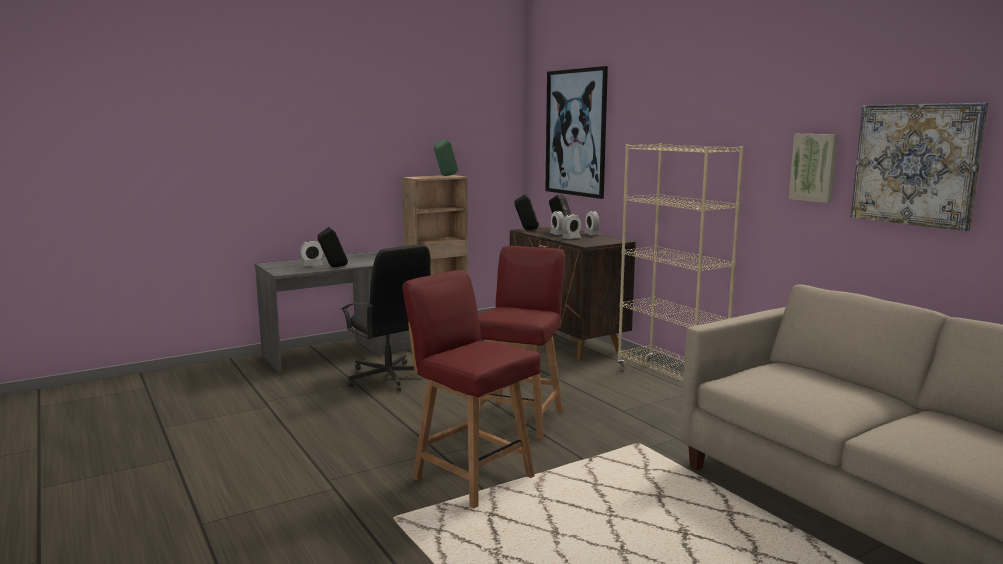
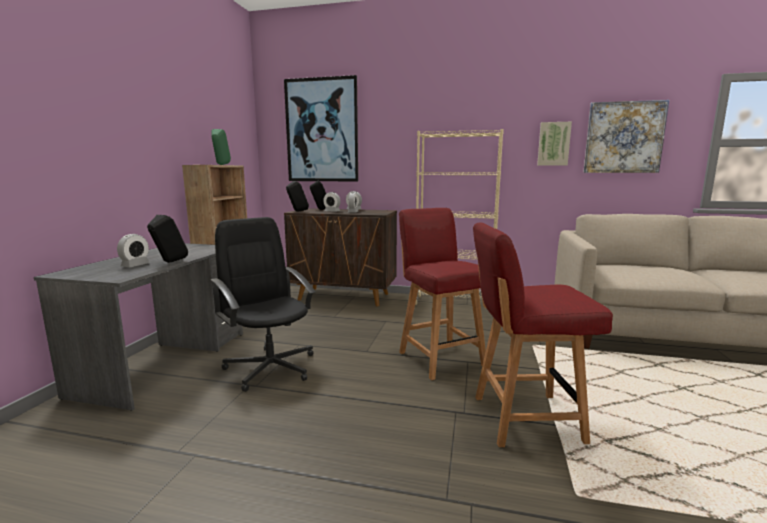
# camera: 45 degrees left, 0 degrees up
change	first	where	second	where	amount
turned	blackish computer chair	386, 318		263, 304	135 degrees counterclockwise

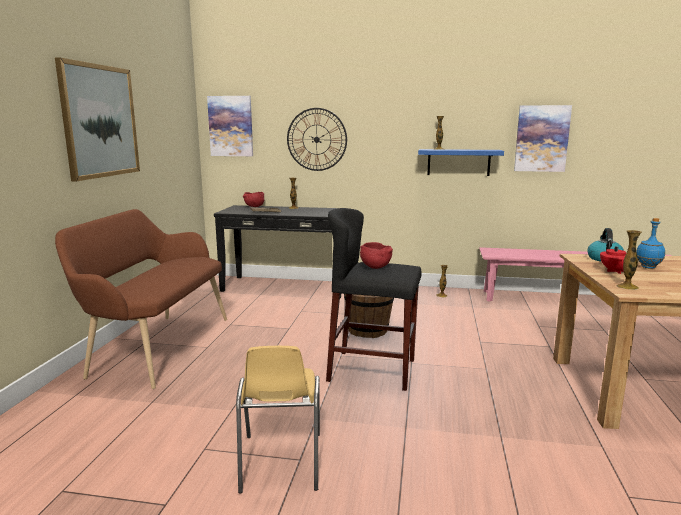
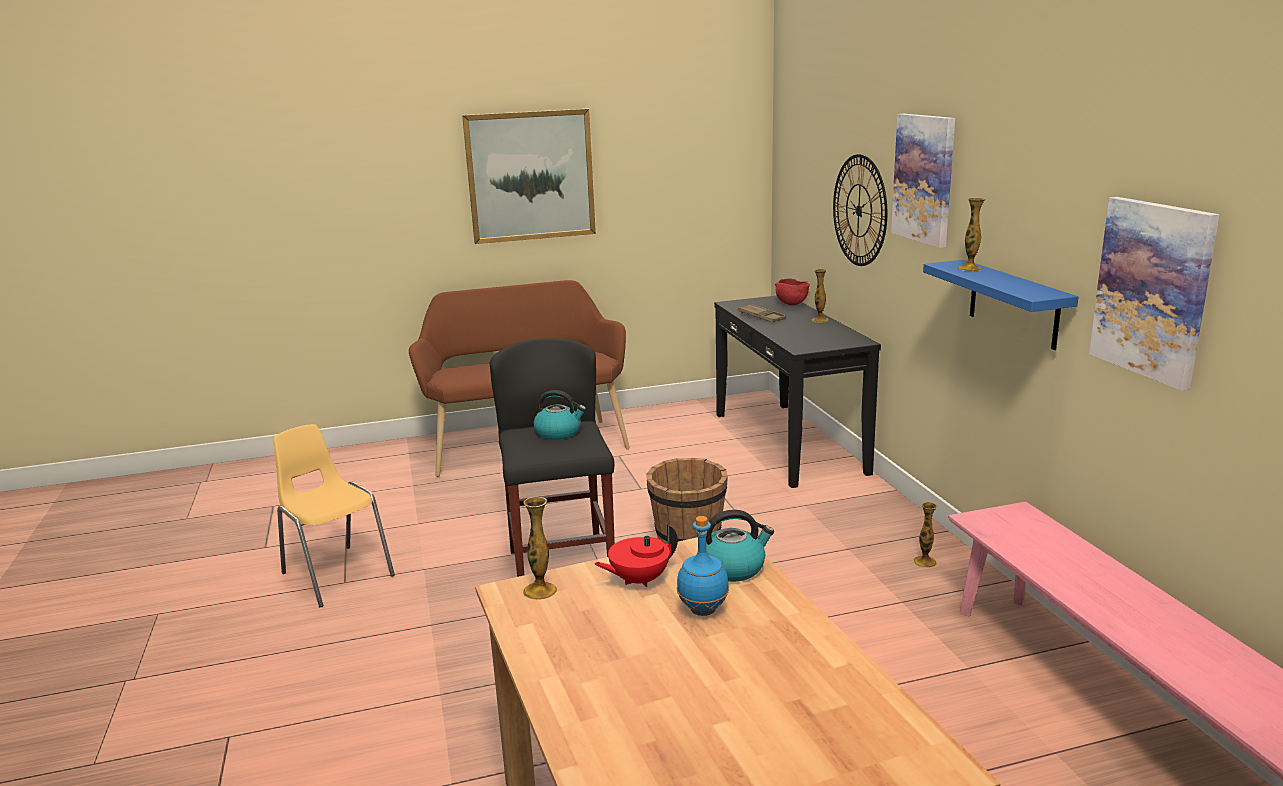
# camera: 65 degrees right, 5 degrees up
change	first	where	second	where	amount
moved	wall picture	230, 126		923, 181	
turned	yellow upright chair	278, 420		334, 515	75 degrees clockwise
replaced	red deep dish	376, 255	tea kettle	560, 415	

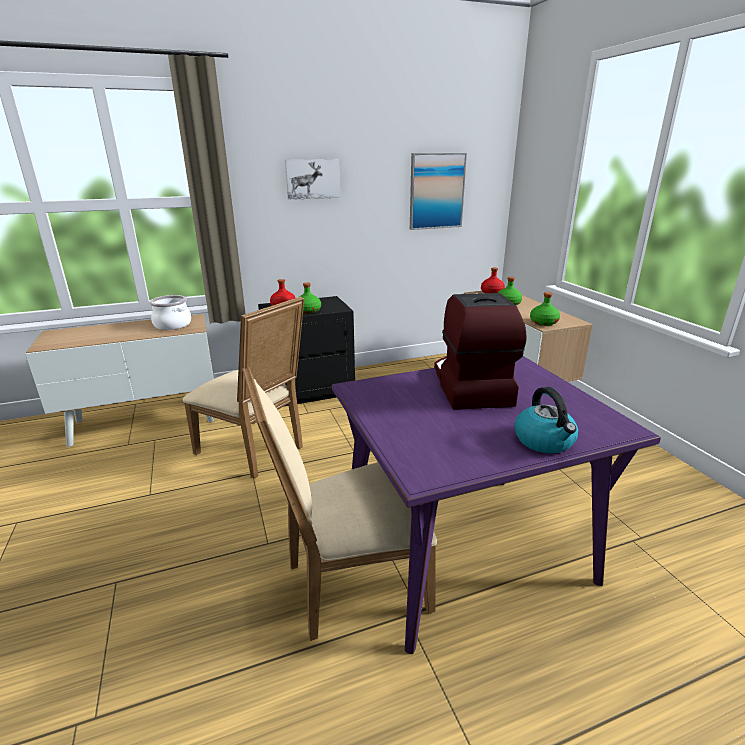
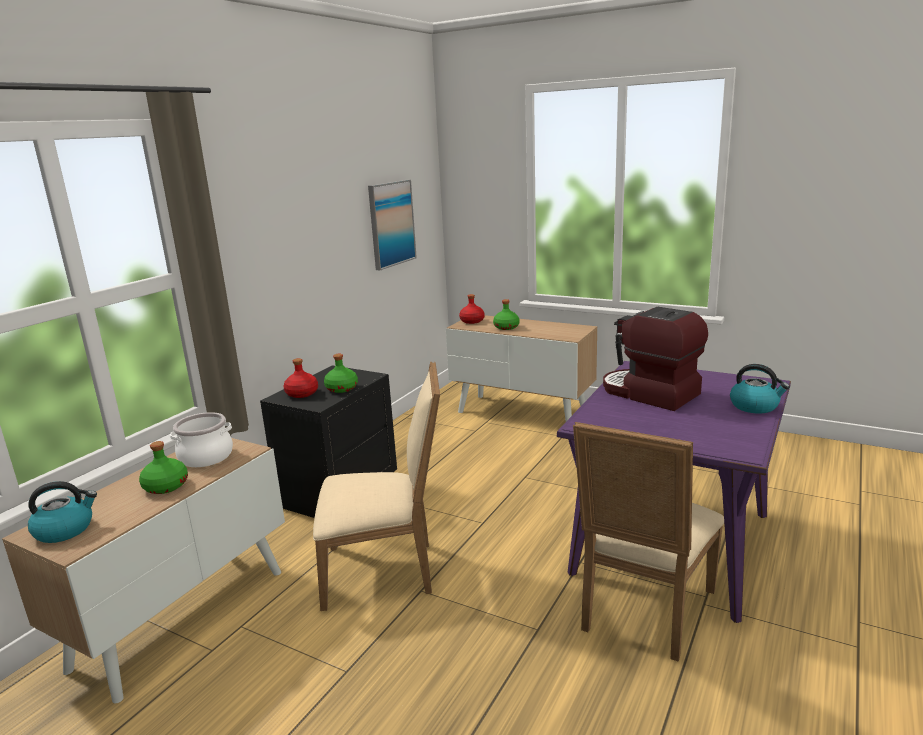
# camera: 40 degrees left, 5 degrees down
change	first	where	second	where	amount
removed	wall picture	312, 179			
moved	green bottle	545, 309		163, 467	
added			tea kettle	62, 512	

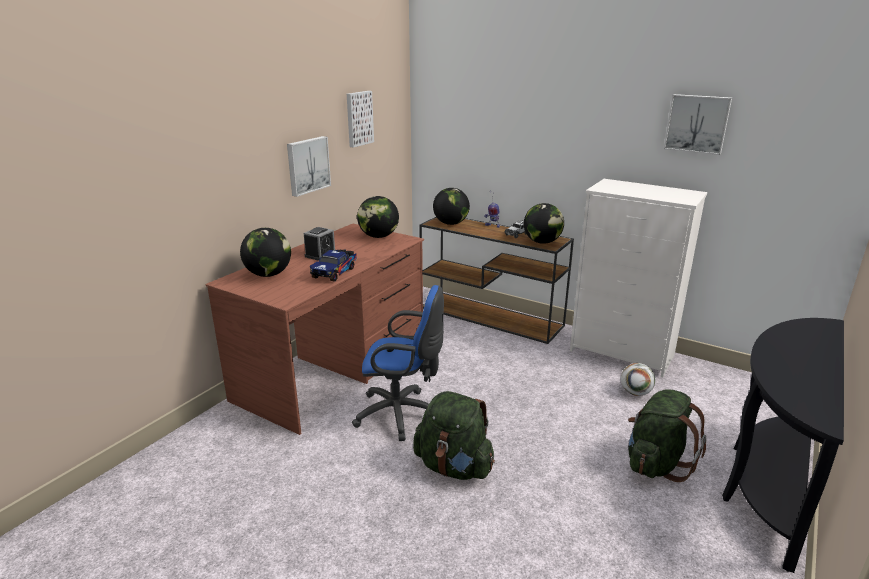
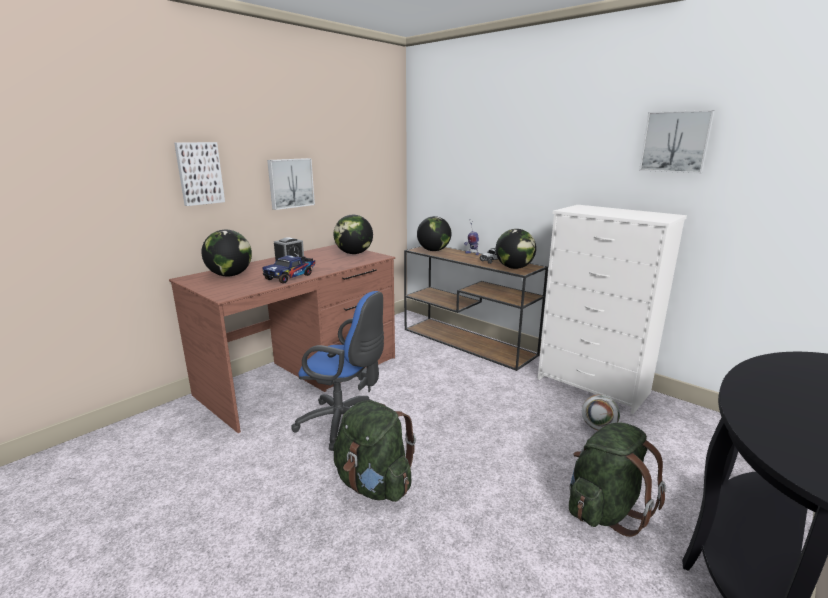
# camera: 10 degrees right, 5 degrees down
change	first	where	second	where	amount
moved	wall picture	360, 119		199, 174	

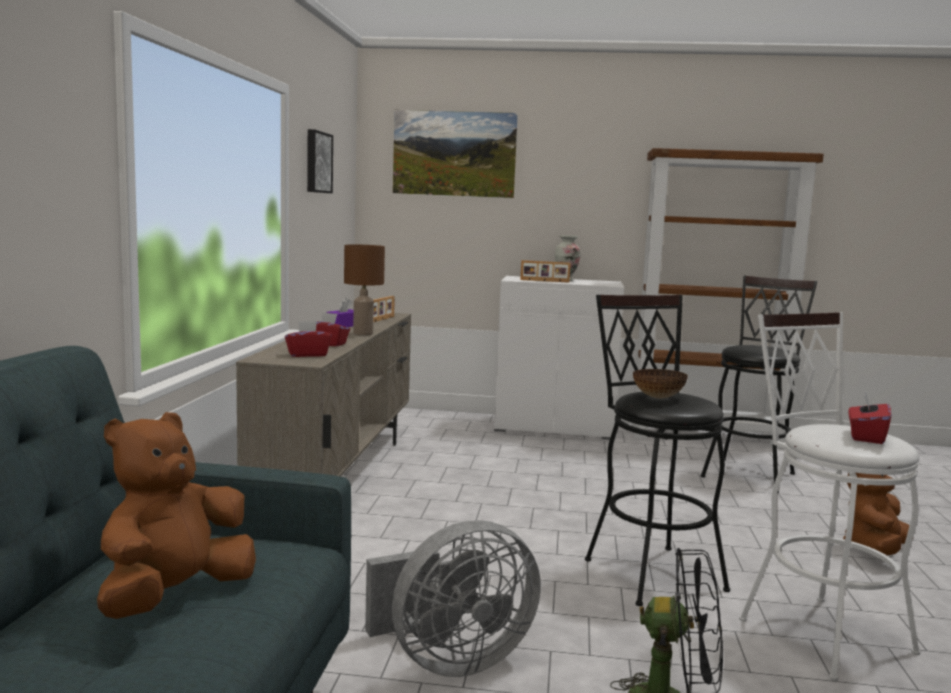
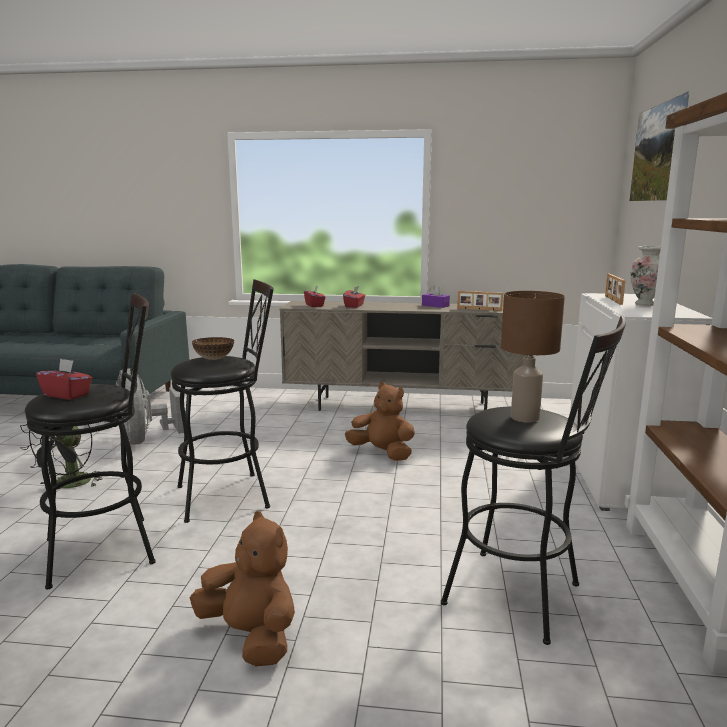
# camera: 90 degrees right, 5 degrees up
change	first	where	second	where	amount
moved	brown-coloured plush toy	176, 515		380, 421	
removed	wall picture	320, 161			
moved	brown-coloured table lamp	364, 289		533, 357	
recoloured	white stool seat	829, 496	blackish stool seat	90, 441	

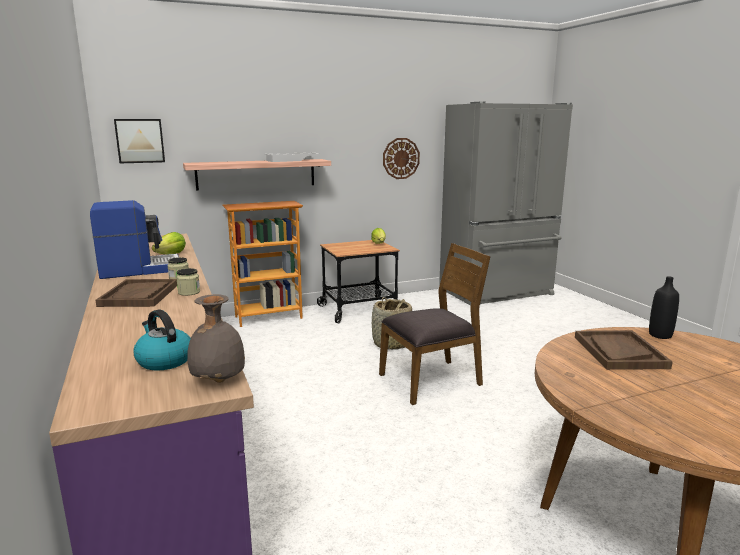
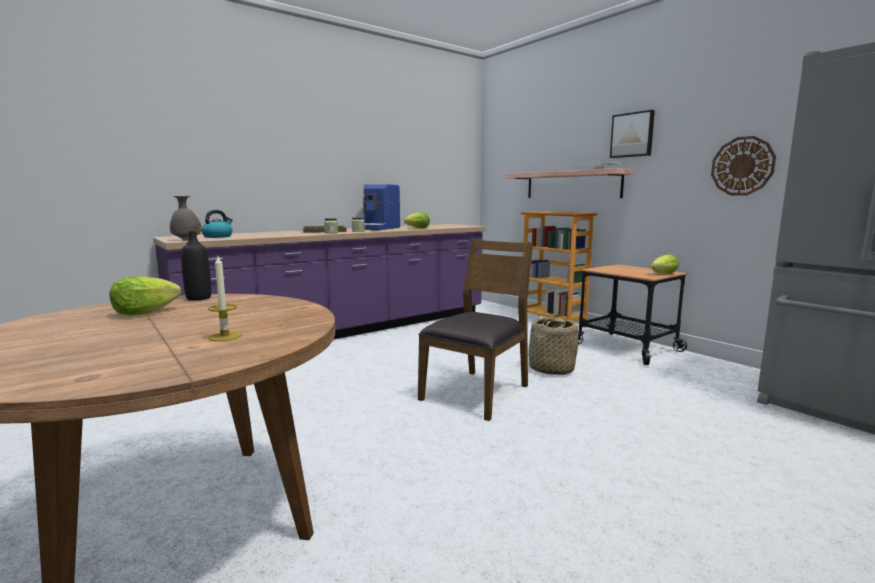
# camera: 75 degrees right, 5 degrees down
change	first	where	second	where	amount
turned	coffee maker	134, 239		381, 207	60 degrees clockwise
moved	wall picture	139, 141		632, 134	
turned	brown-coloured upright chair	435, 324		475, 330	105 degrees counterclockwise
removed	brown-coloured serving tray	624, 350			
moved	blackish bottle	664, 307		196, 265	
added			lettuce	145, 296	
added			candle	225, 298	

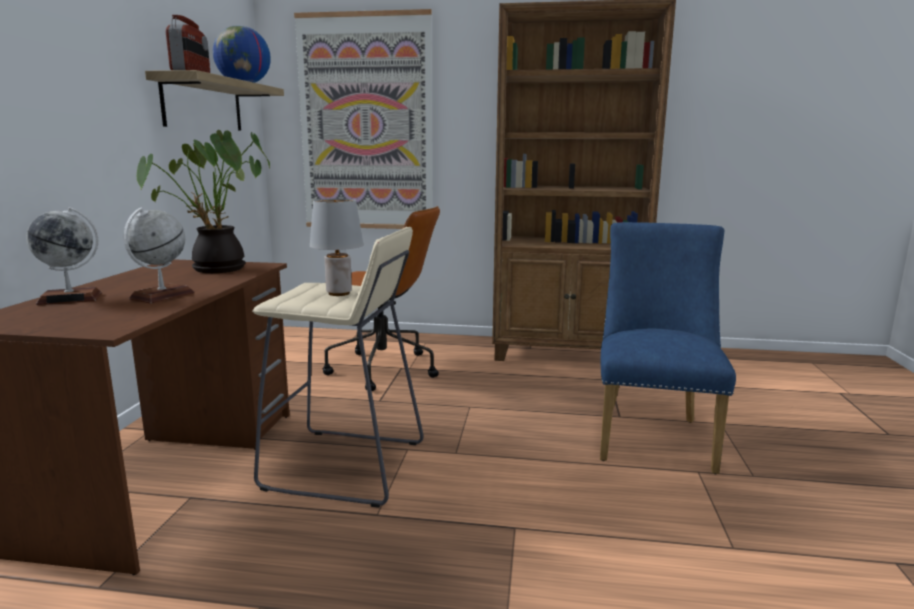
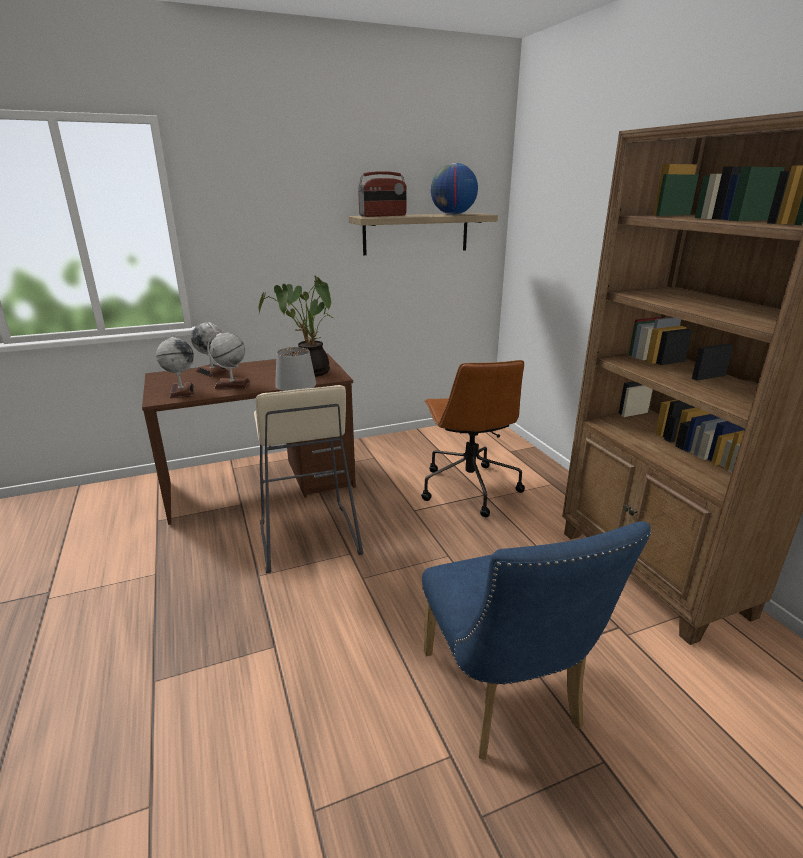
# camera: 60 degrees right, 10 degrees up
change	first	where	second	where	amount
removed	wall picture	363, 119			
turned	blue-coloured upright chair	668, 348		536, 640	90 degrees clockwise
added			world globe	175, 366	

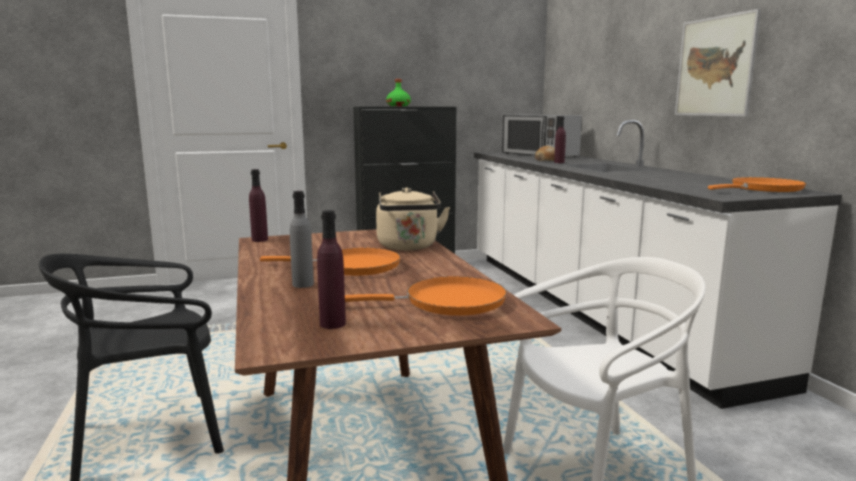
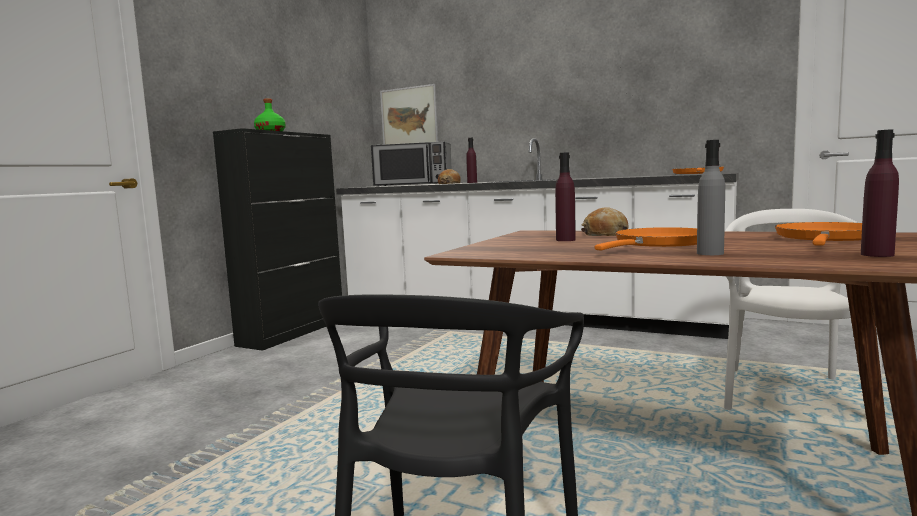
# camera: 45 degrees left, 5 degrees down
change	first	where	second	where	amount
moved	purplish bottle	258, 205		565, 196	
replaced	beige tea kettle	413, 218	baked bread	605, 221	
moved	wall picture	718, 62		409, 114	

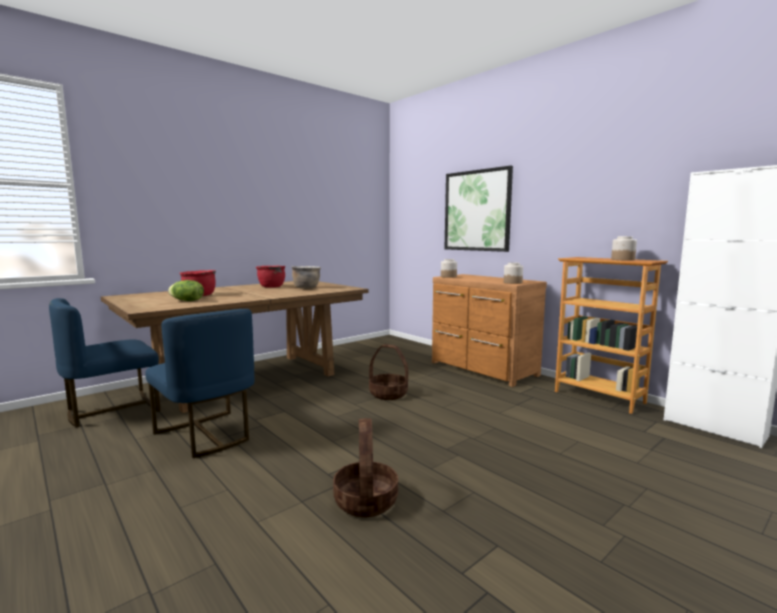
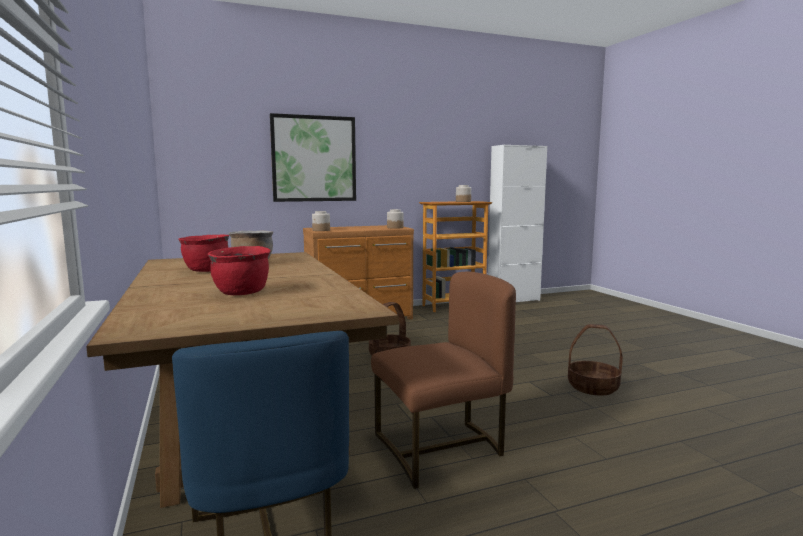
# camera: 70 degrees left, 0 degrees up
change	first	where	second	where	amount
recoloured	blue-coloured upright chair	199, 383	brown-coloured upright chair	443, 380	
removed	lettuce	186, 290			

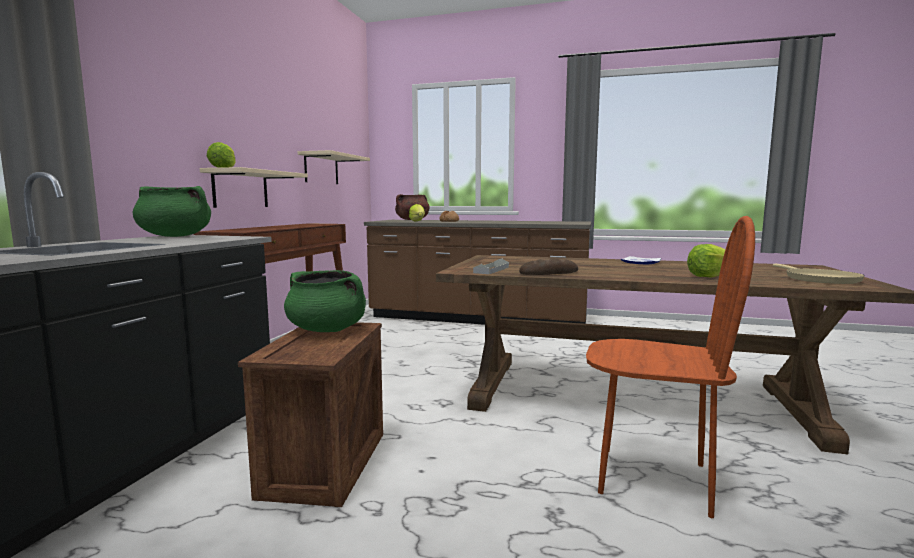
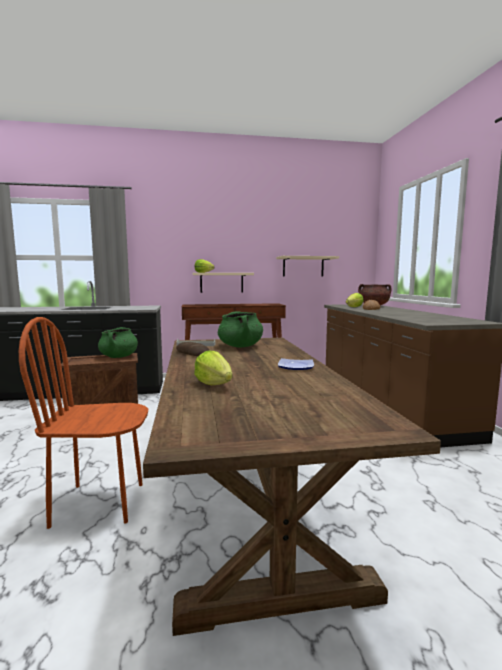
# camera: 65 degrees right, 0 degrees up
change	first	where	second	where	amount
moved	green saucepot	172, 211		240, 329	
turned	brown-coloured upright chair	670, 367		83, 423	90 degrees clockwise
removed	beige frying pan	819, 274			

